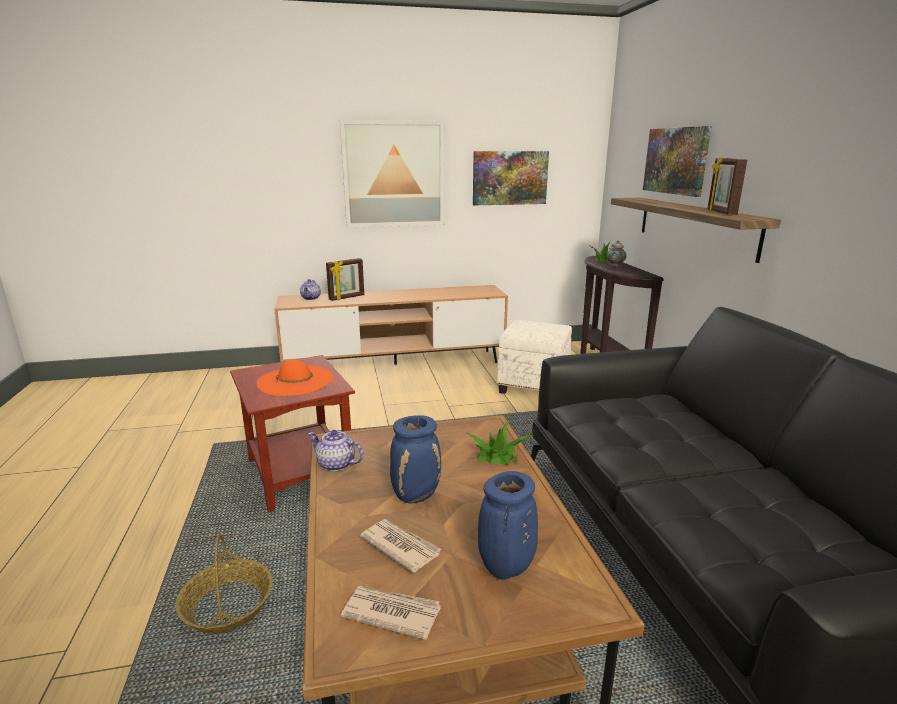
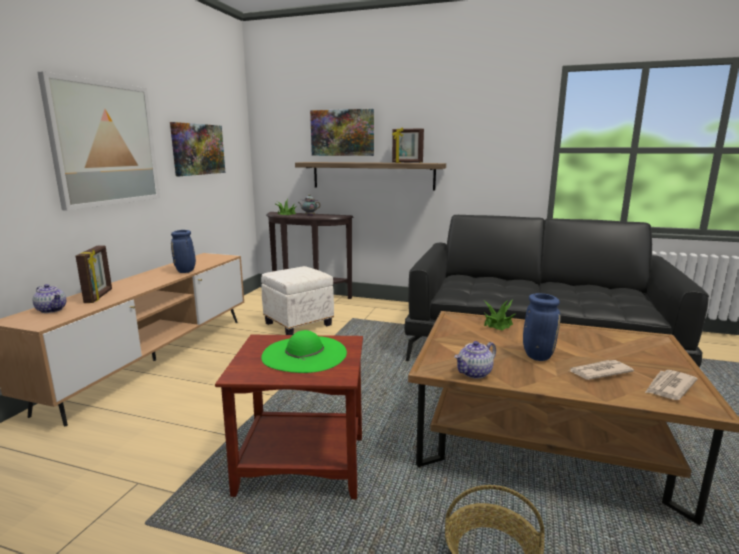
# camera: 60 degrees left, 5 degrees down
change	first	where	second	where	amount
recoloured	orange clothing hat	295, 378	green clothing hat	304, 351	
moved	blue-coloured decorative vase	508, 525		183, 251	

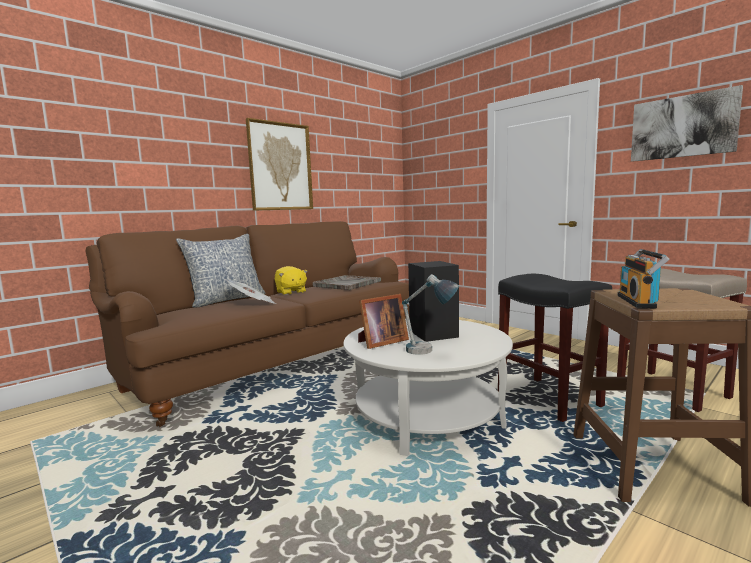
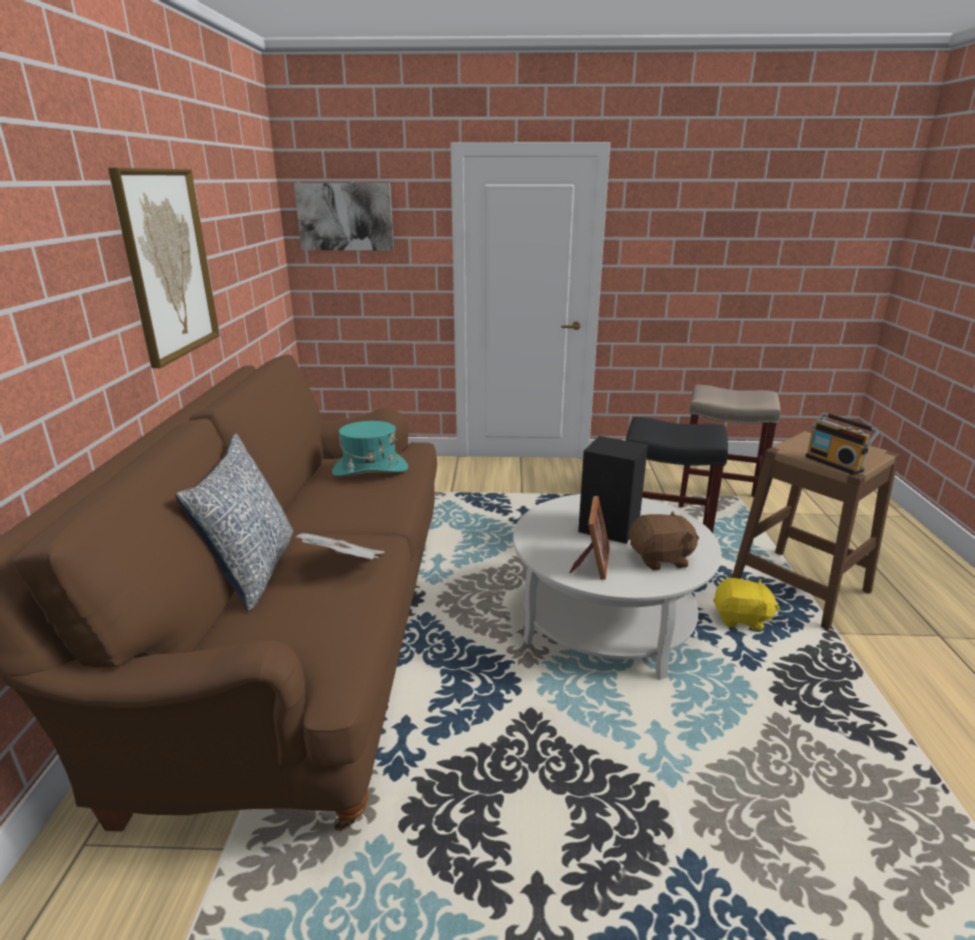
# camera: 45 degrees left, 15 degrees up
change	first	where	second	where	amount
moved	yellow plush toy	291, 280		746, 604	
replaced	grey serving tray	347, 282	turquoise-coloured clothing hat	370, 448	
replaced	table lamp	430, 314	brown-coloured plush toy	664, 540	
moved	wall picture	687, 123		344, 217	

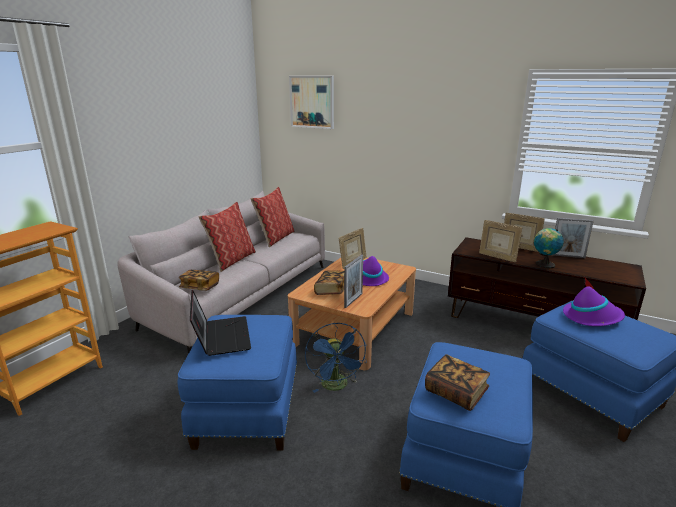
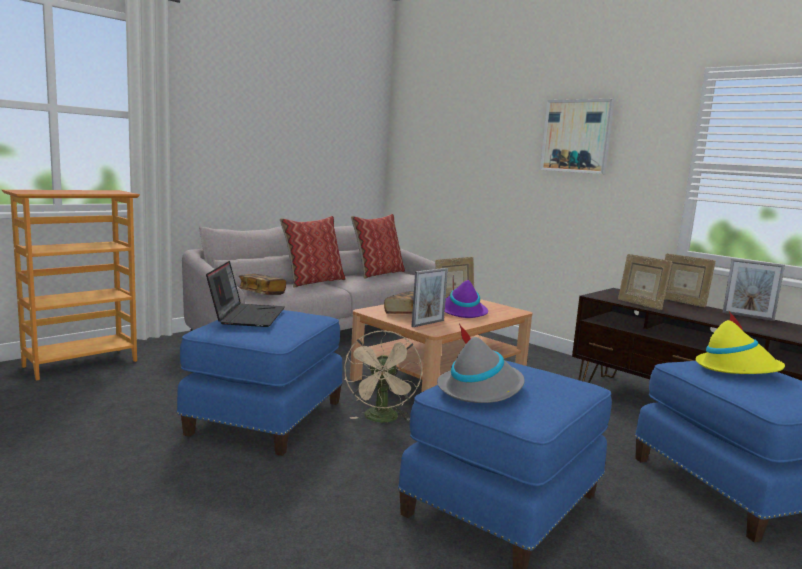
# camera: 15 degrees right, 10 degrees down
change	first	where	second	where	amount
moved	wall picture	311, 102		577, 136	
recoloured	blue-coloured electric fan	336, 358	beige electric fan	383, 376	
replaced	bound book	457, 382	grey clothing hat	481, 363	
removed	world globe	549, 248			
recoloured	purplish clothing hat	594, 302	yellow clothing hat	740, 342	

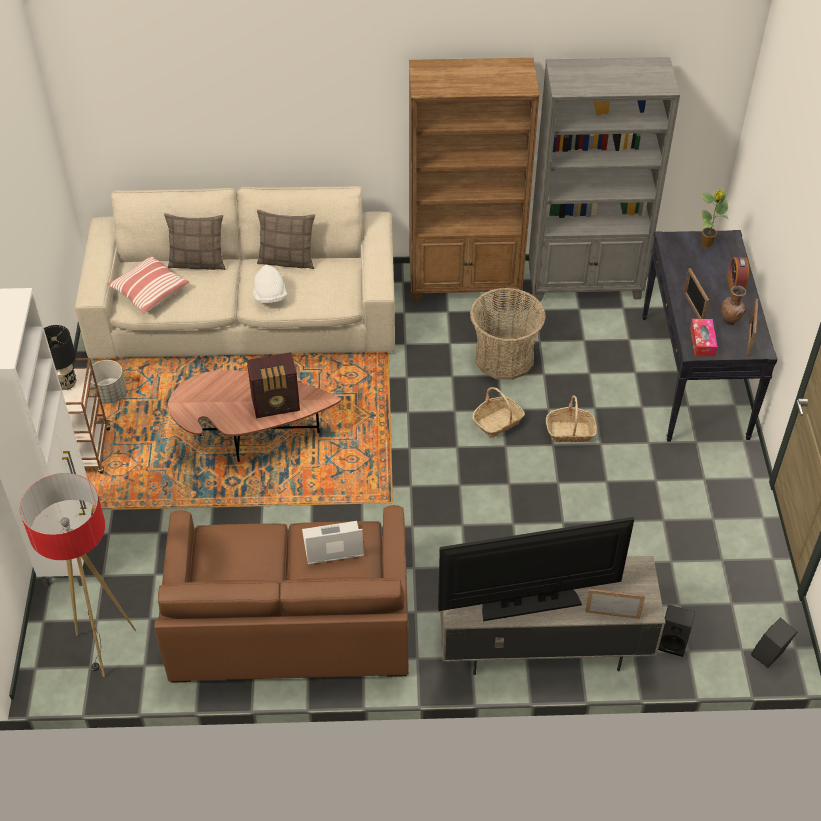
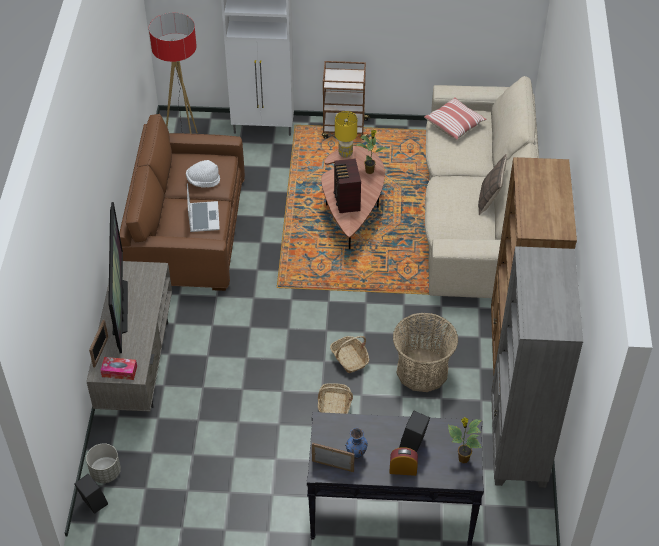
# camera: 95 degrees right, 0 degrees up
change	first	where	second	where	amount
removed	blackish table lamp	60, 357			
moved	grey flower pot	108, 382		103, 463	
removed	throw pillow	195, 241			
moved	white clothing hat	270, 284		203, 174	
moved	blackish speaker	676, 631		414, 431	
removed	picture frame	696, 293			
moved	tissue box	703, 337		118, 368	
recoloured	brown-coloured decorative vase	733, 305	blue-coloured decorative vase	356, 443	
added			yellow table lamp	346, 134	
added			potted plant	371, 151	

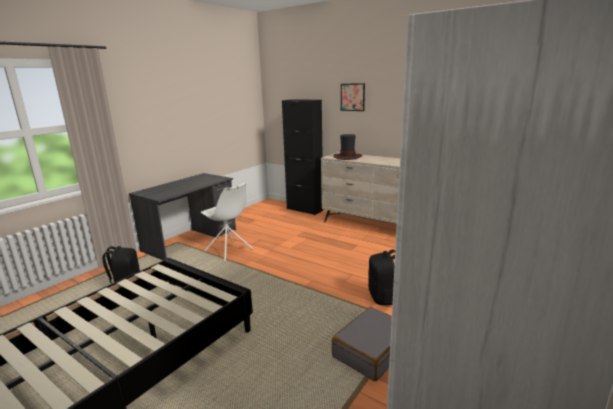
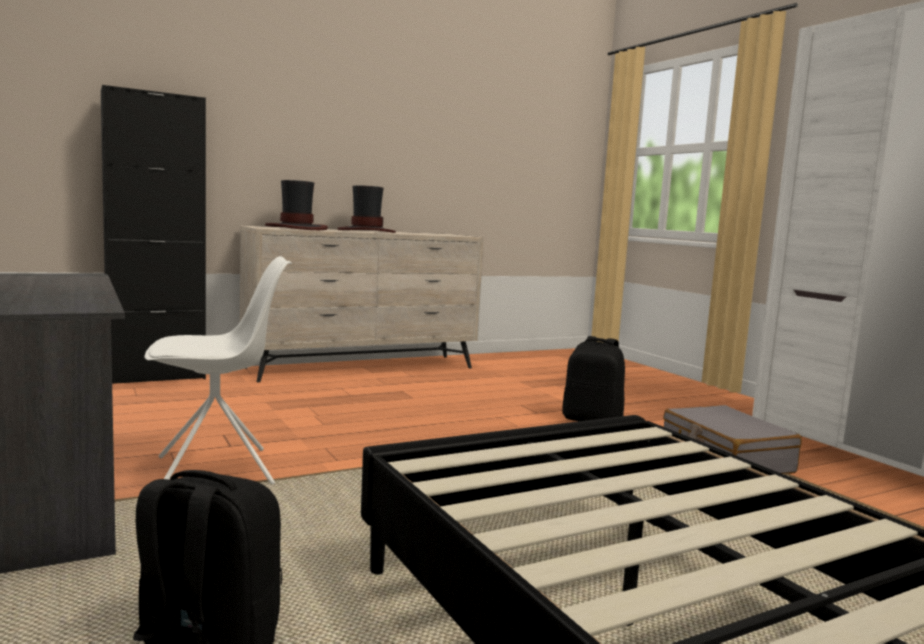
# camera: 65 degrees left, 10 degrees down
change	first	where	second	where	amount
removed	wall picture	353, 97			
added			clothing hat	366, 209	

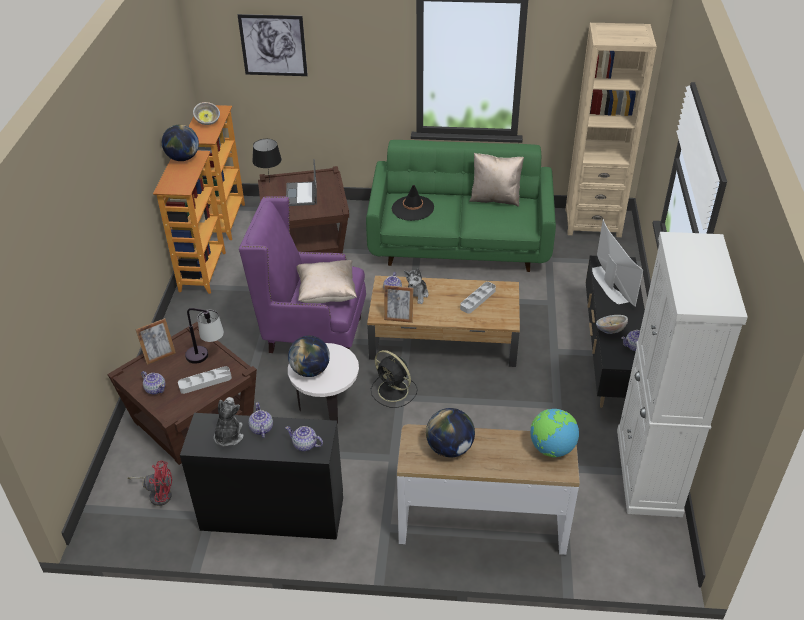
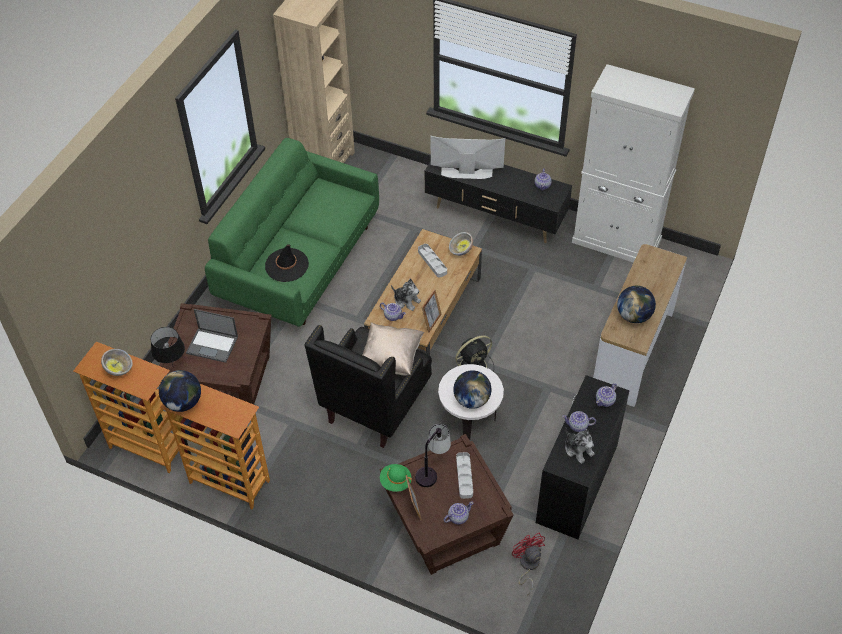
# camera: 70 degrees left, 10 degrees up
change	first	where	second	where	amount
turned	red electric fan	150, 483		528, 564	45 degrees counterclockwise
turned	plush toy	229, 422		580, 446	150 degrees counterclockwise
removed	wall picture	273, 45			
recoloured	purplish armchair	302, 274	blackish armchair	368, 386	
removed	beige throw pillow	496, 180			
removed	world globe	554, 433			
moved	deep dish	612, 324		461, 244	
added			green clothing hat	396, 478	

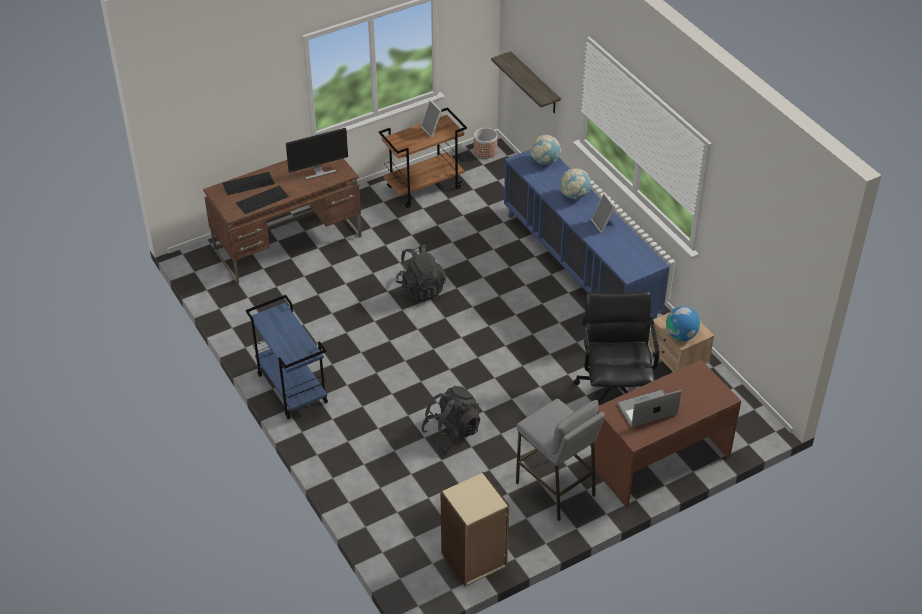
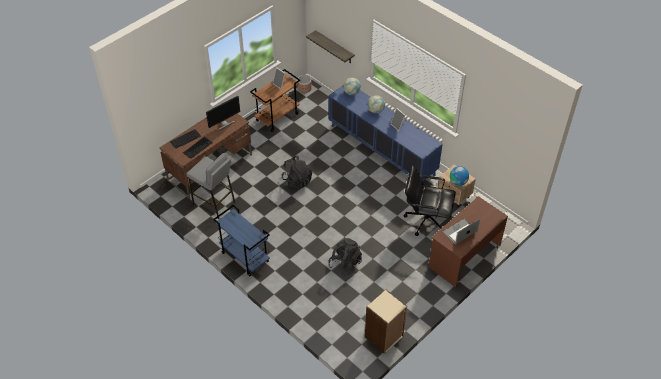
# camera: 15 degrees left, 5 degrees up
change	first	where	second	where	amount
moved	grey stool seat	560, 460		210, 186	
turned	blackish computer chair	616, 348		430, 200	60 degrees counterclockwise

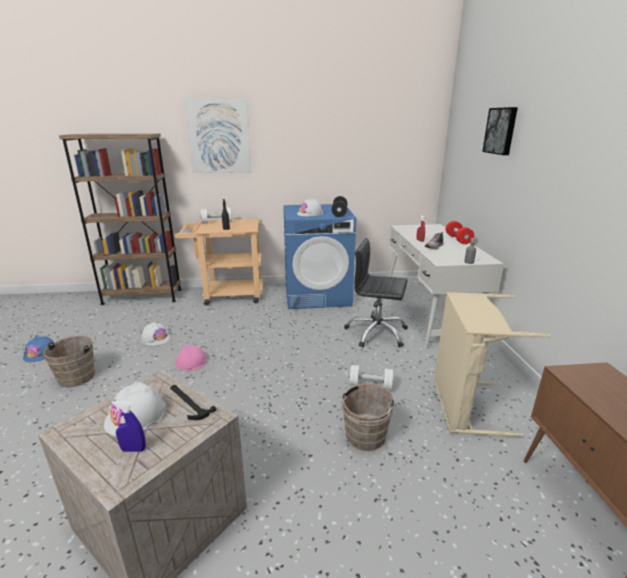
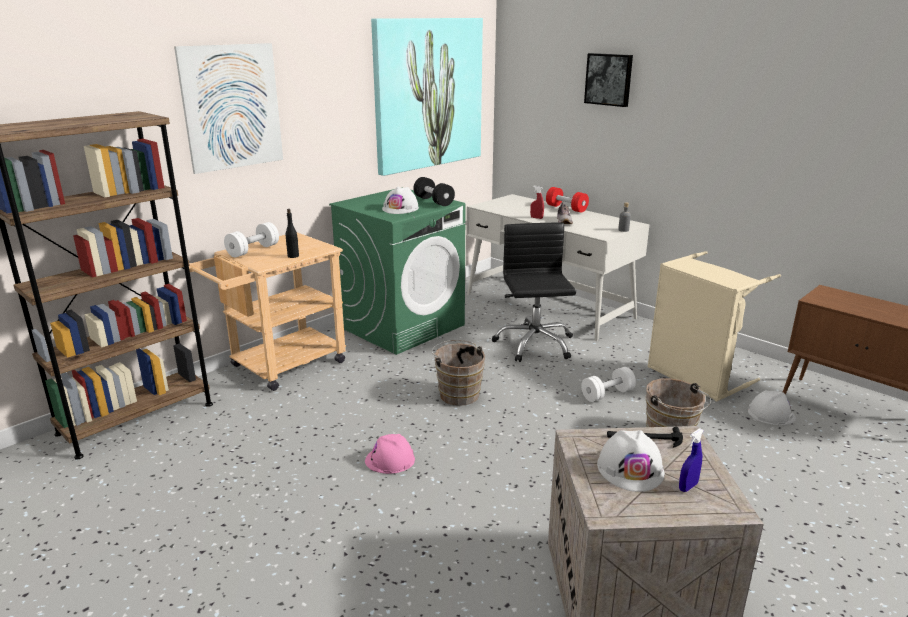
# camera: 40 degrees left, 0 degrees up
change	first	where	second	where	amount
removed	blue-coloured safety helmet	38, 349			
moved	brown-coloured bucket	69, 360		458, 373	
moved	white safety helmet	156, 334		772, 408	
recoloured	blue-coloured laundry appliance	319, 256	green laundry appliance	397, 272	
turned	blackish computer chair	376, 292		534, 292	105 degrees clockwise
added			wall picture	427, 97	

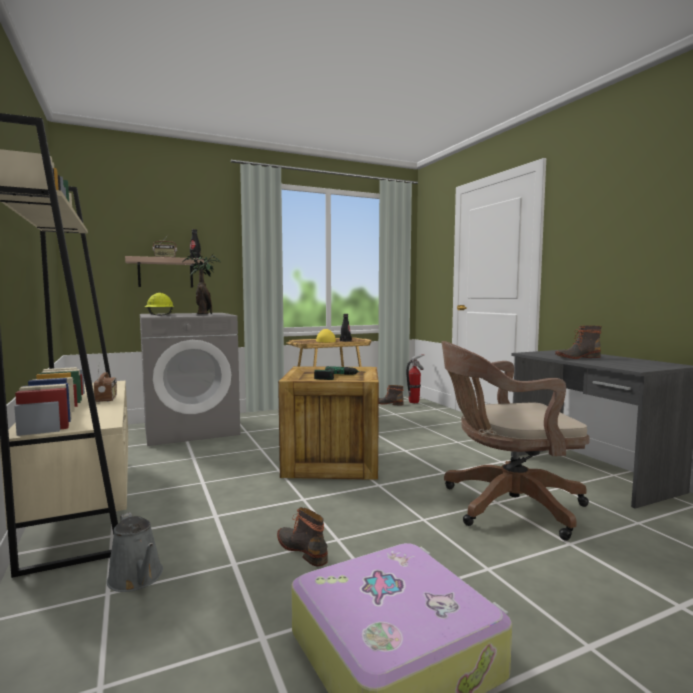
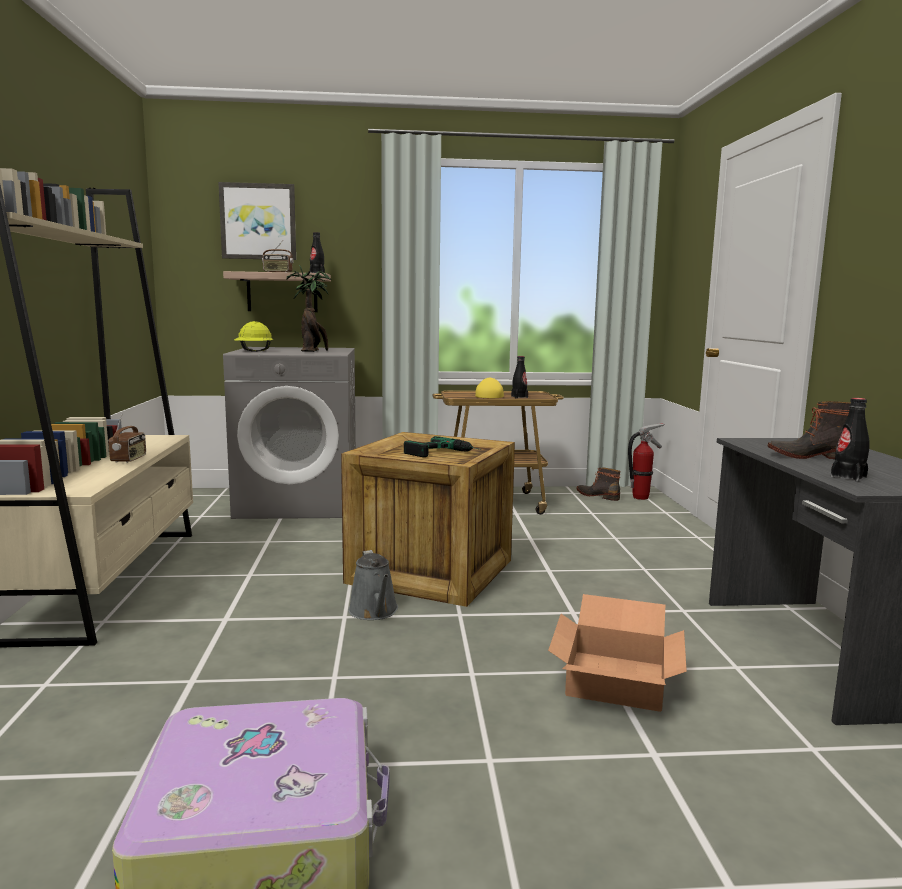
# camera: 20 degrees right, 5 degrees up
change	first	where	second	where	amount
moved	grey watering can	135, 552		373, 585	
removed	high-top boot	302, 537			
replaced	brown-coloured computer chair	515, 441	carton	617, 653	
added			wall picture	257, 221	
added			blackish bottle	850, 440	

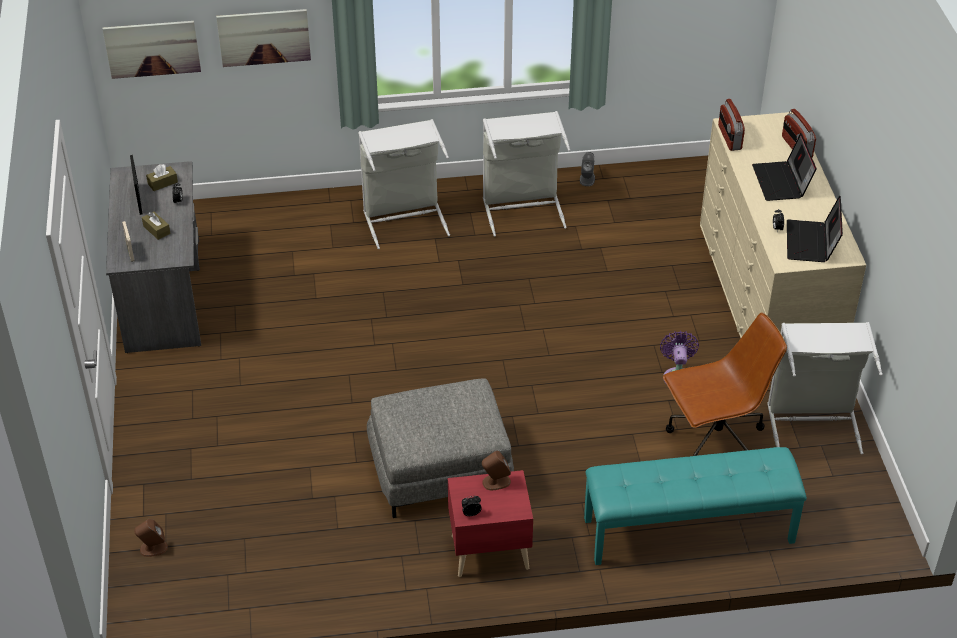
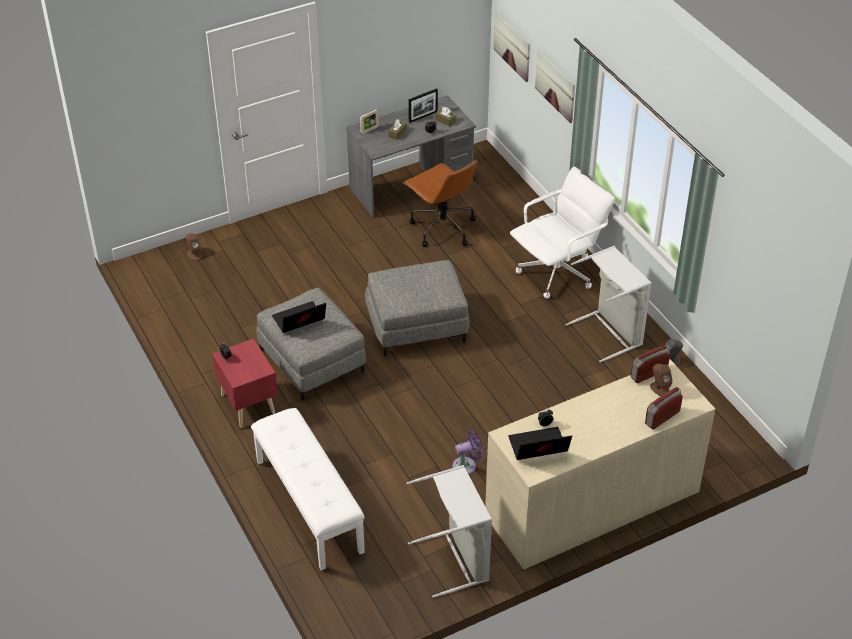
# camera: 70 degrees right, 0 degrees up
change	first	where	second	where	amount
replaced	grey hamper	404, 184	white computer chair	562, 232	
moved	brown-coloured speaker	496, 470		661, 380	
recoloured	turquoise-coloured bench	695, 506	white bench	308, 489	
moved	brown-coloured computer chair	725, 384		440, 203	
moved	laptop	784, 167		299, 317	
added			grey ottoman	417, 308	

